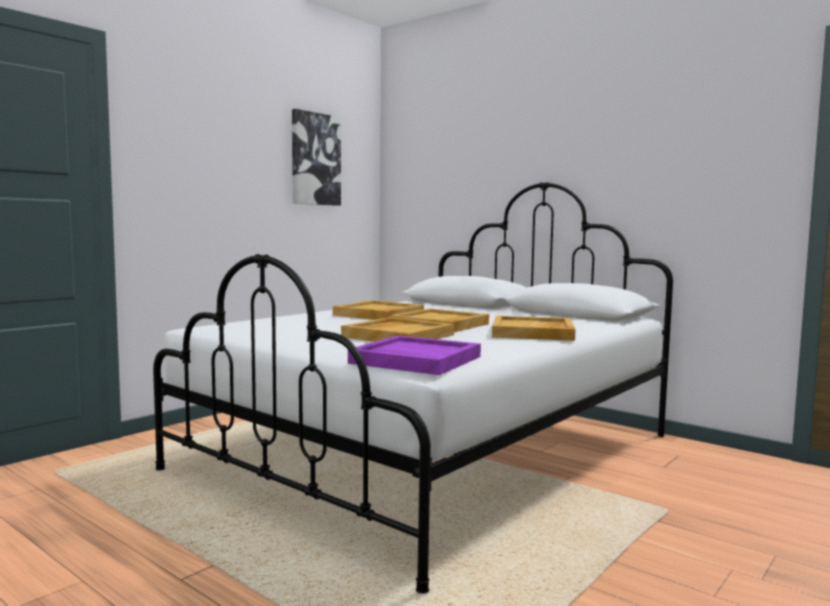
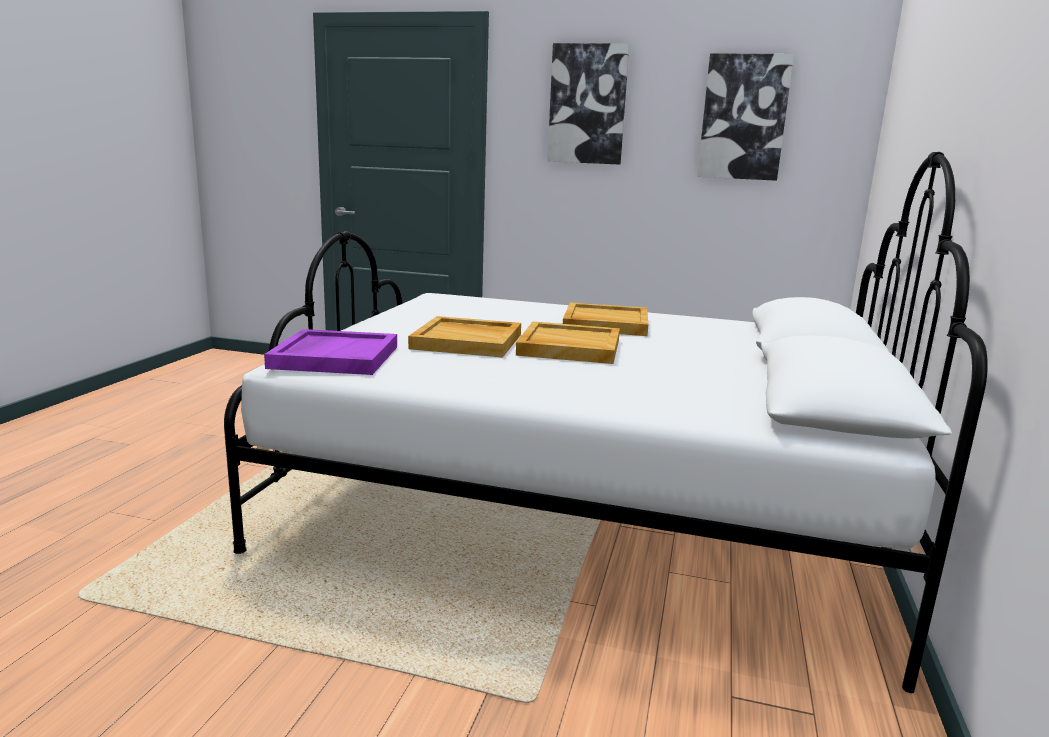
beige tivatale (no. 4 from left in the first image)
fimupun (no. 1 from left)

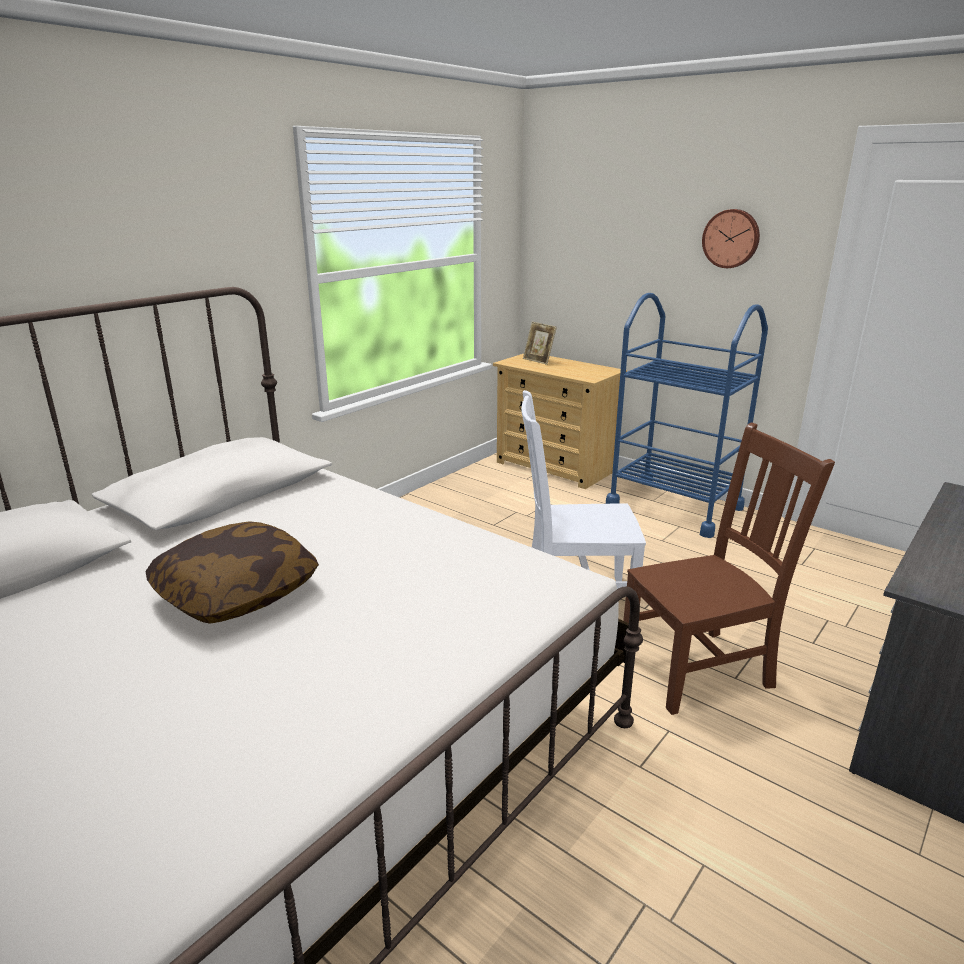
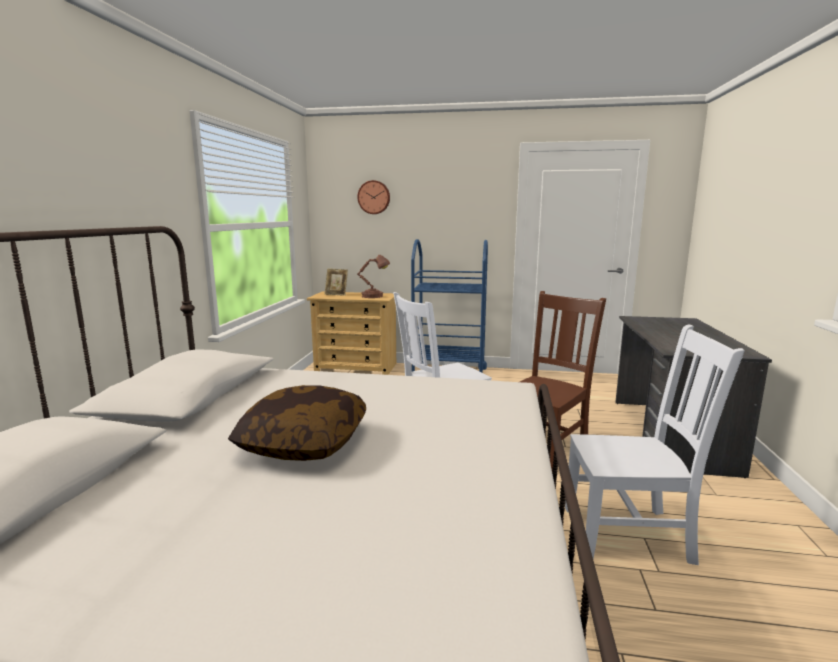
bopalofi
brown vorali
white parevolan (no. 2 from left)

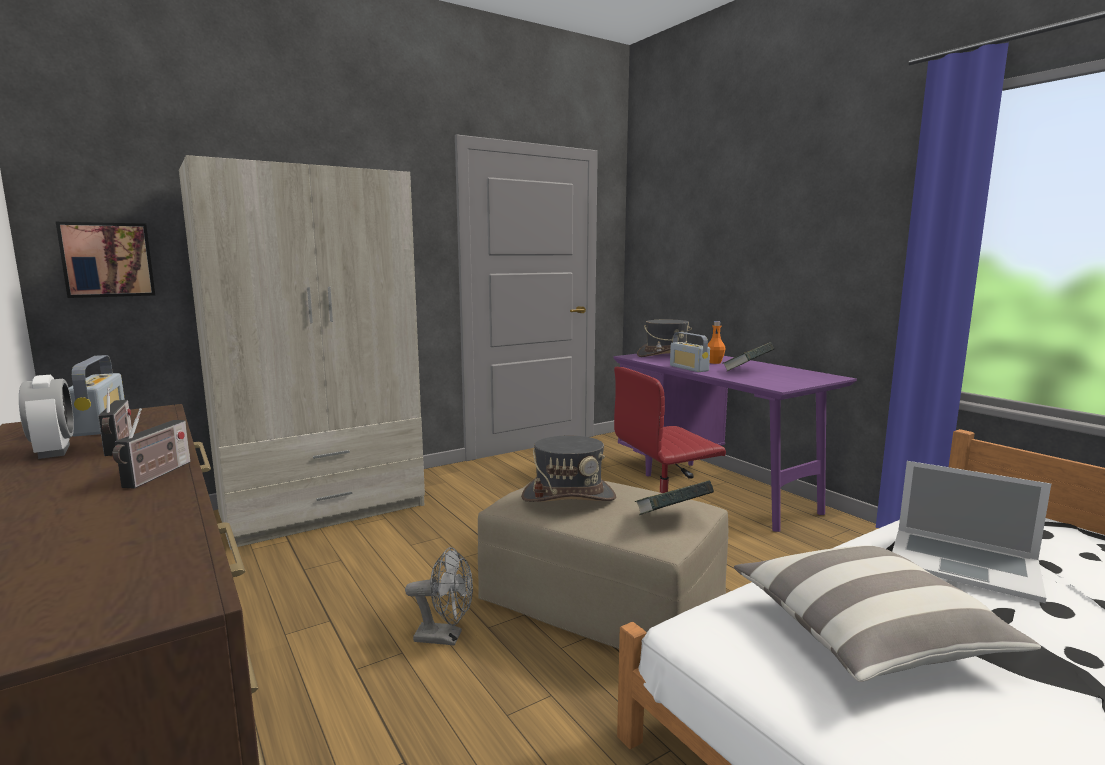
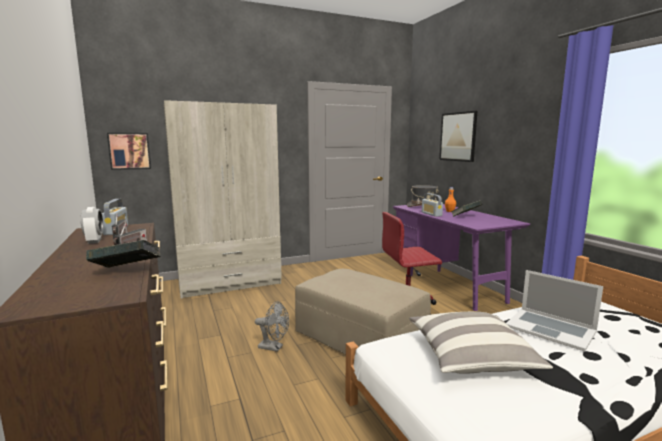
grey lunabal (no. 1 from left in the first image)
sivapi (no. 1 from left)
fimupun (no. 2 from left)

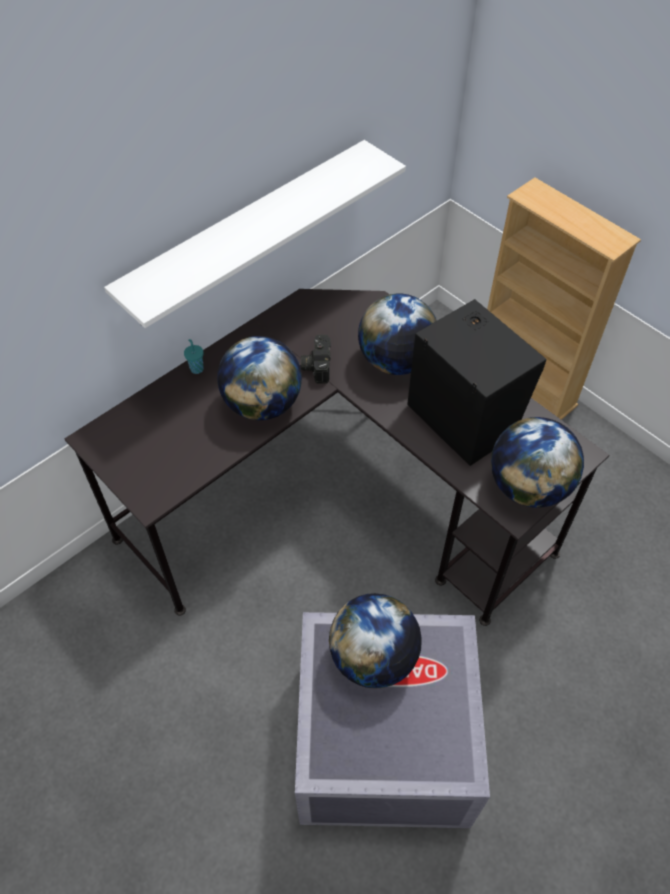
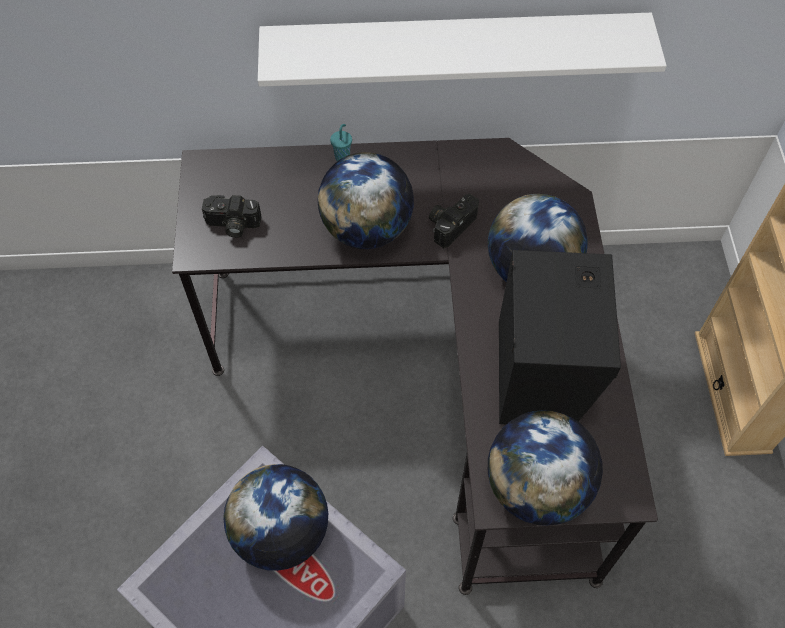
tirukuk (no. 1 from left)

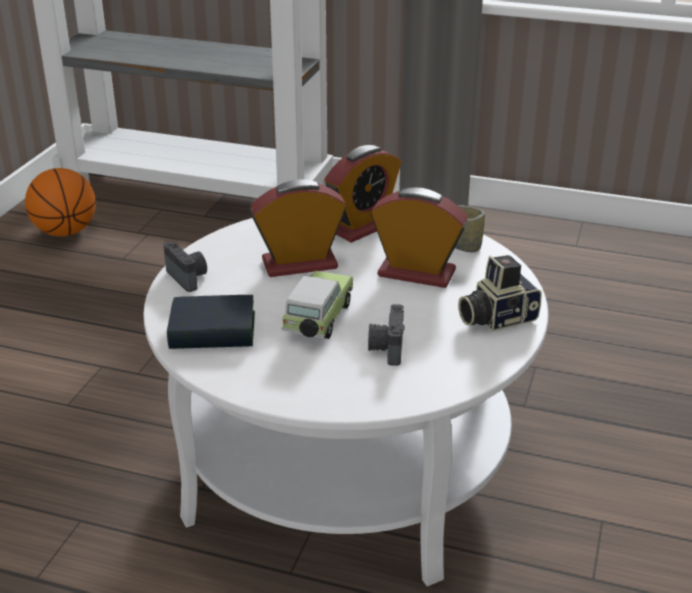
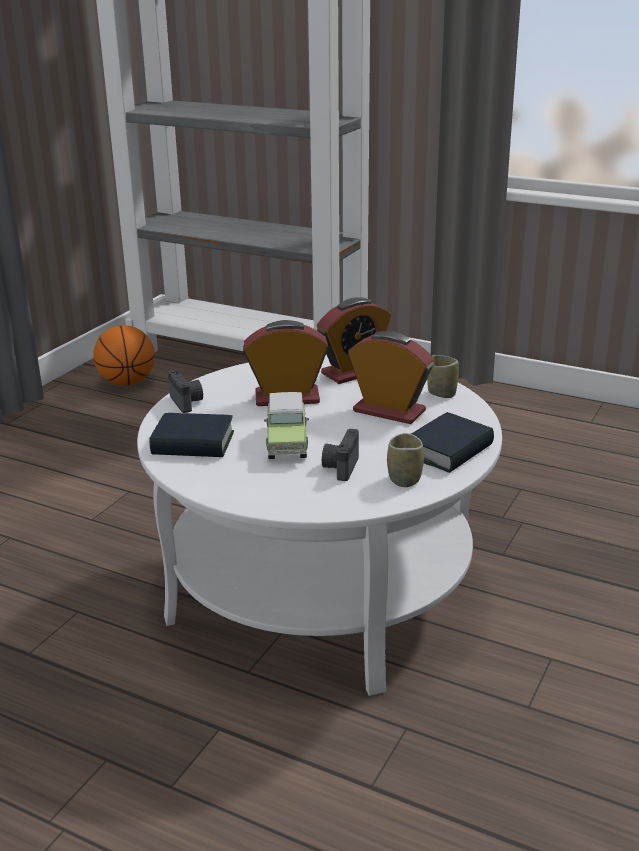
sivapi (no. 2 from left)
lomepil
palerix (no. 1 from left)

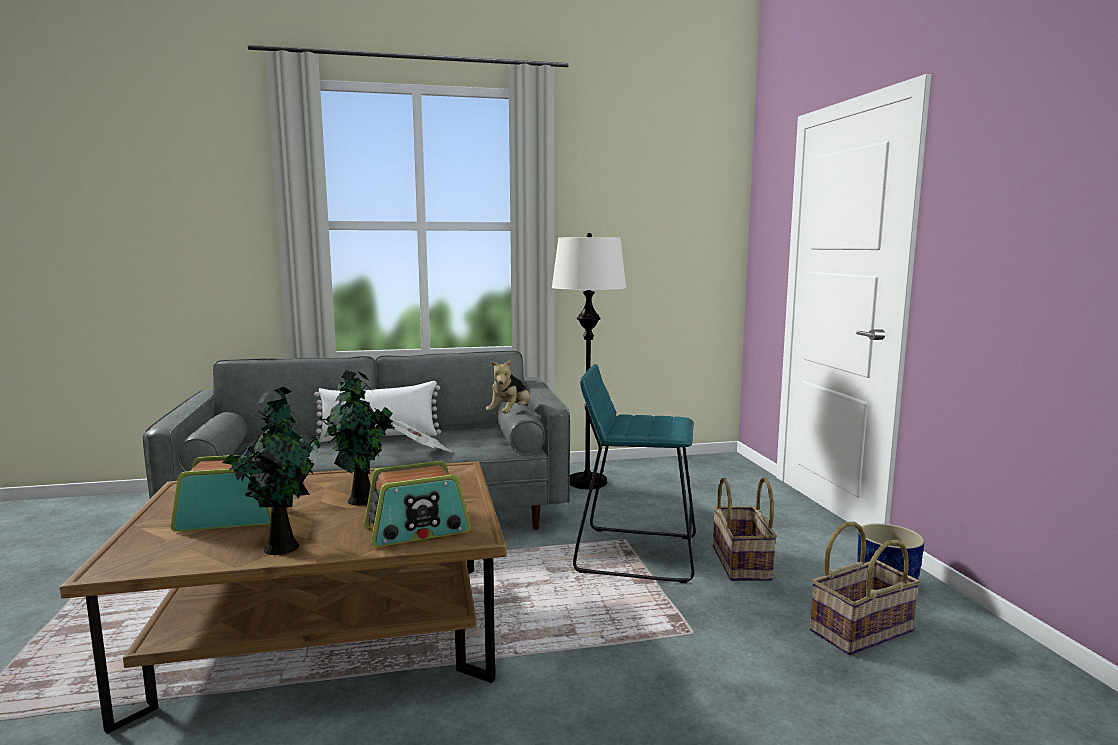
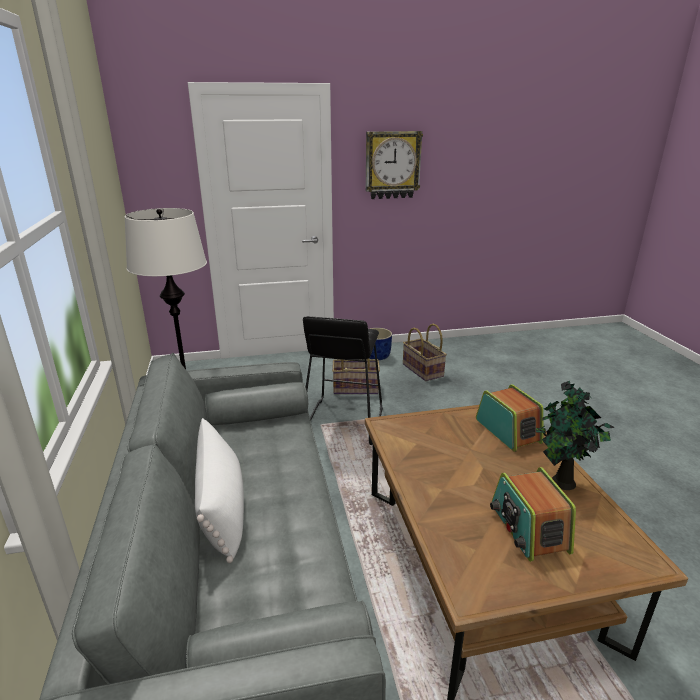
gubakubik
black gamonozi
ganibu (no. 2 from left in the first image)
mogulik
bopalofi

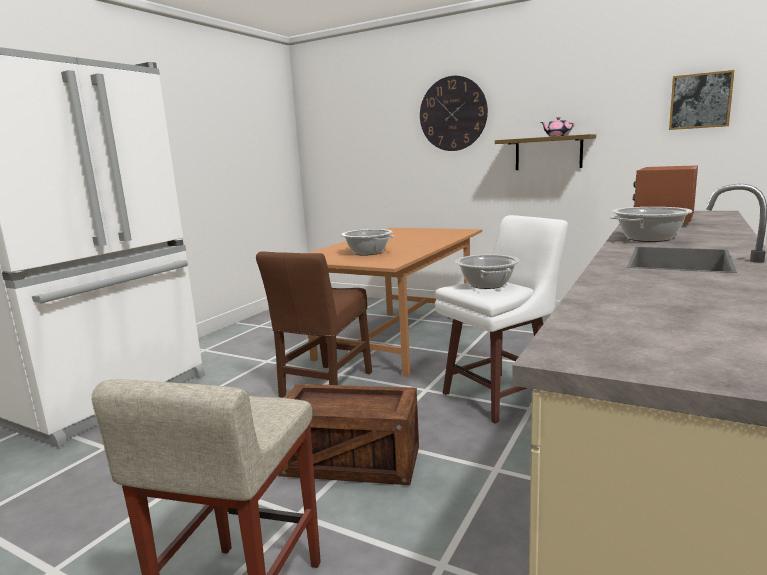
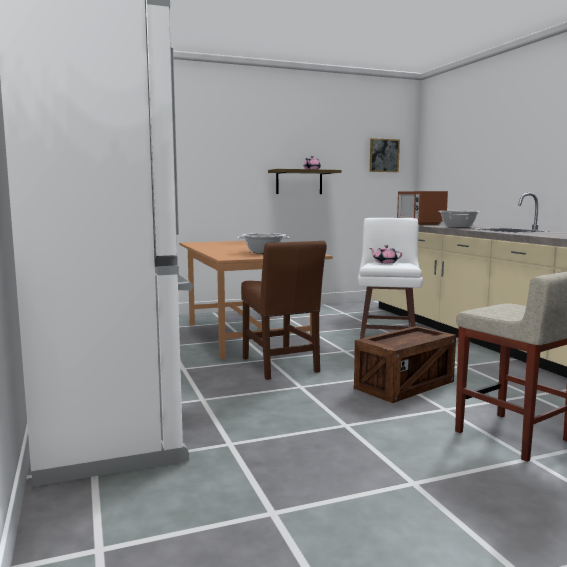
bopalofi
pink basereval (no. 2 from left)

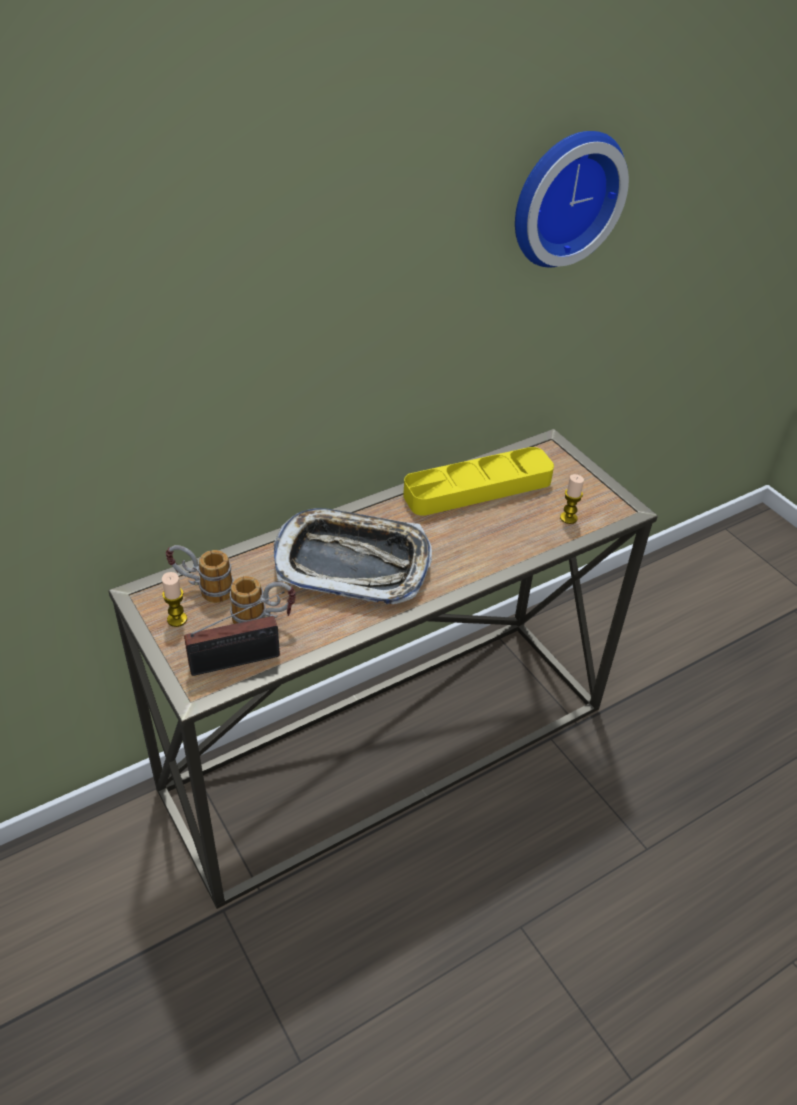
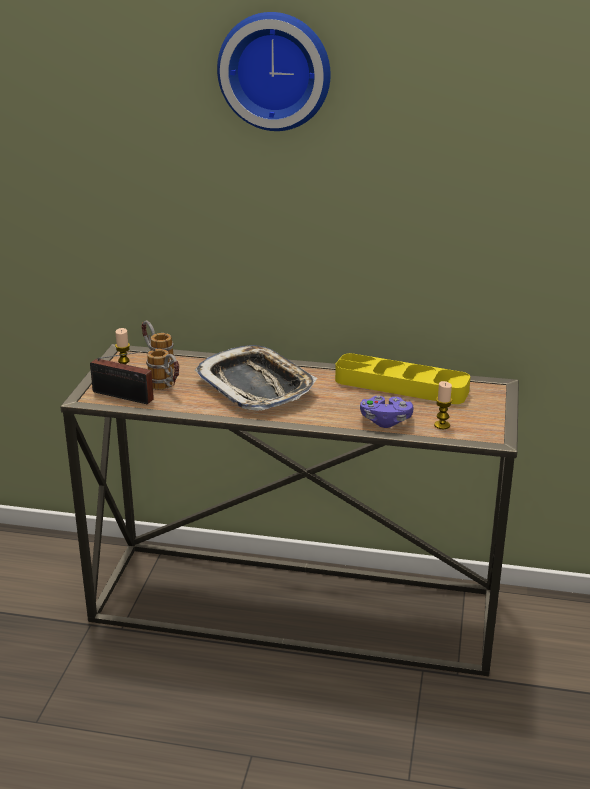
bopalofi
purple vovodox

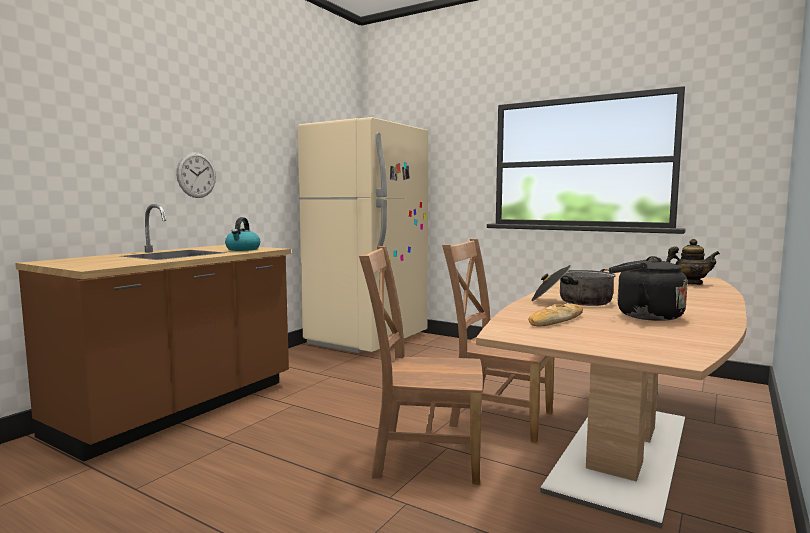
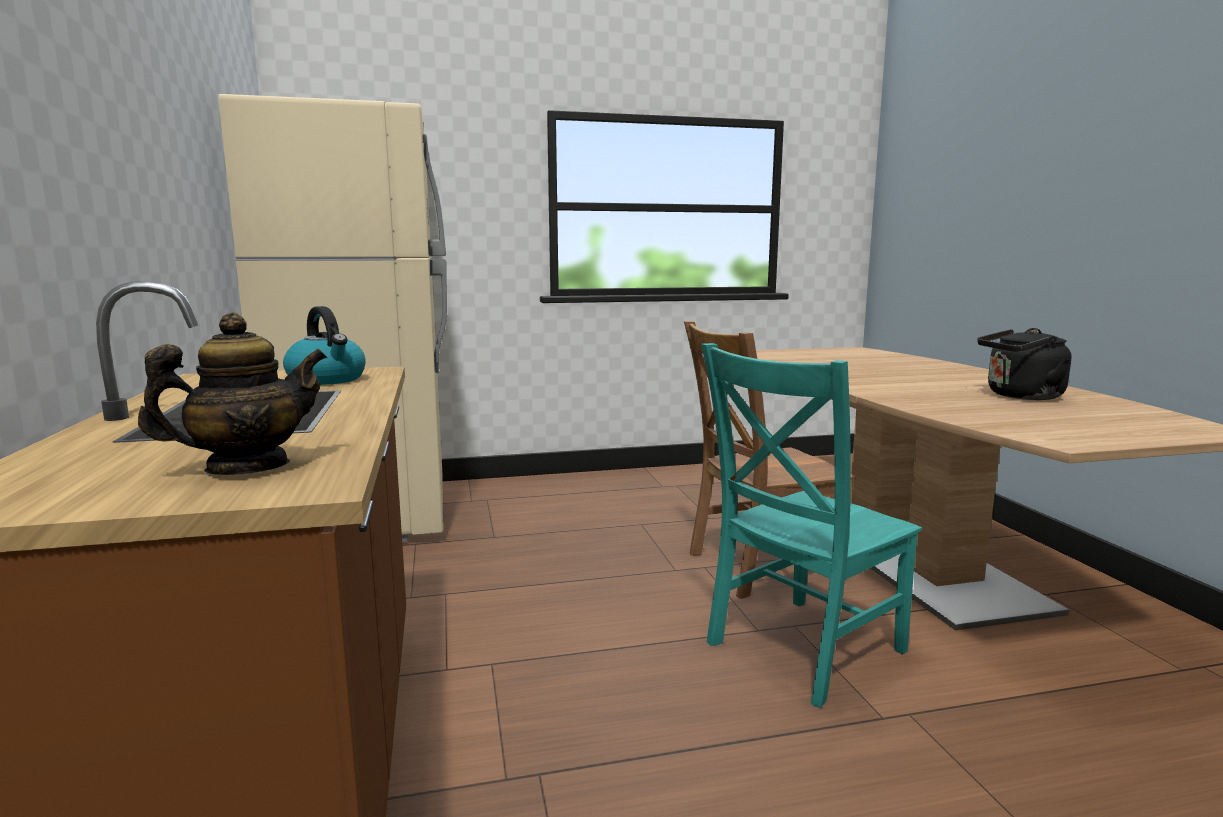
bopalofi
basereval
turquoise parevolan
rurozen
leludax

